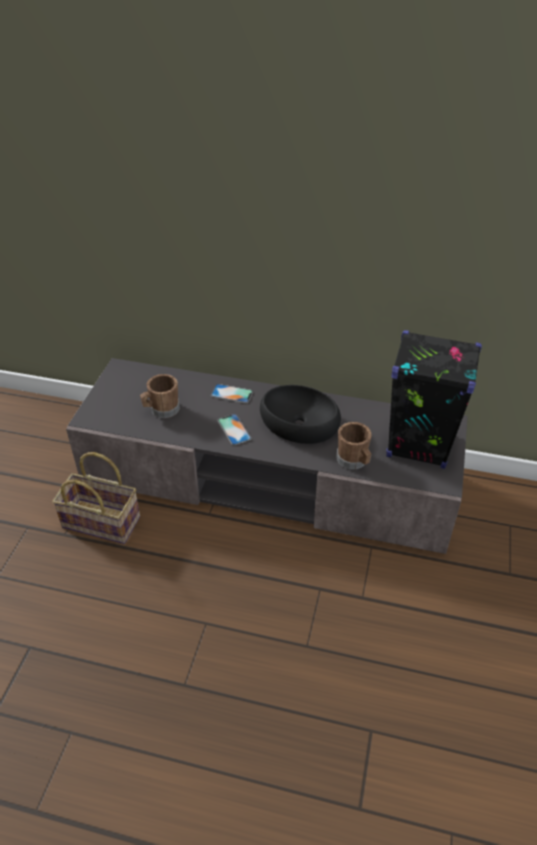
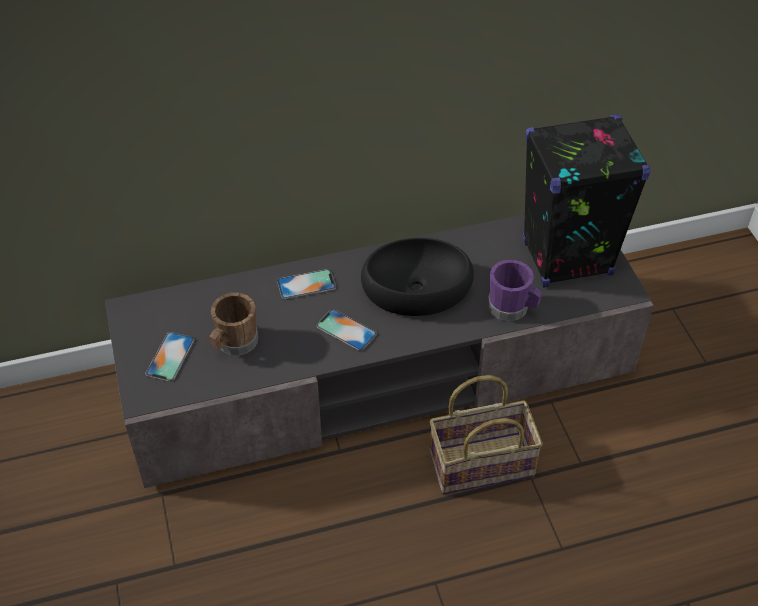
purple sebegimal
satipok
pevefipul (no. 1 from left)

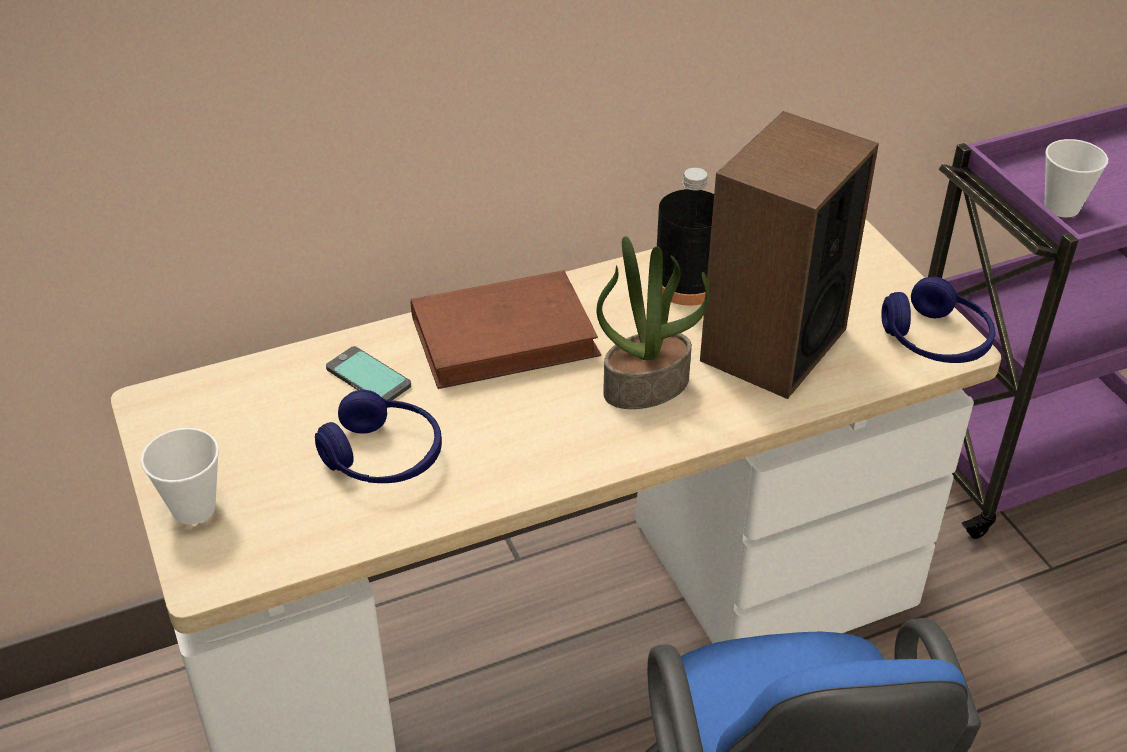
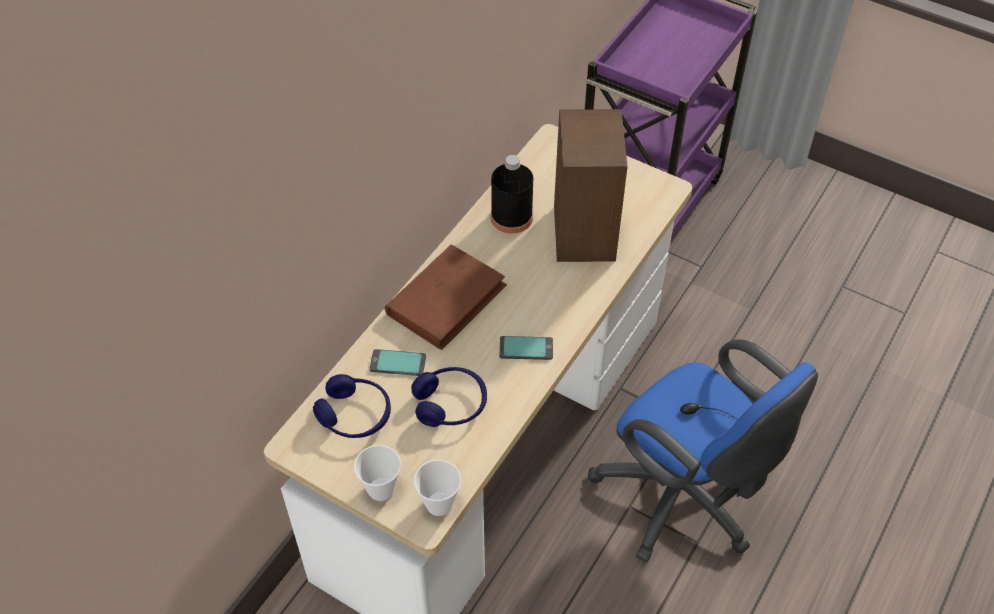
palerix (no. 2 from left)
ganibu
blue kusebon (no. 1 from left)
pevefipul (no. 2 from left)

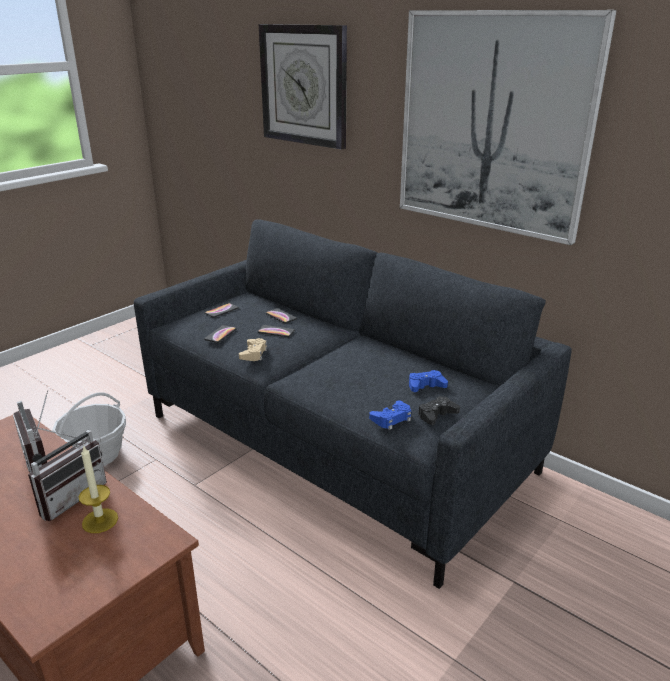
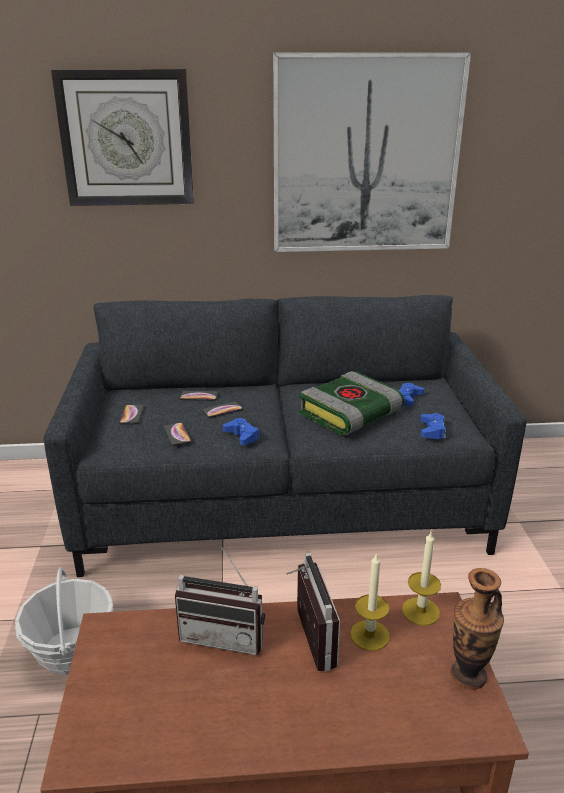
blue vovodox (no. 1 from left)
black vovodox
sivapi
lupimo (no. 2 from left)
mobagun

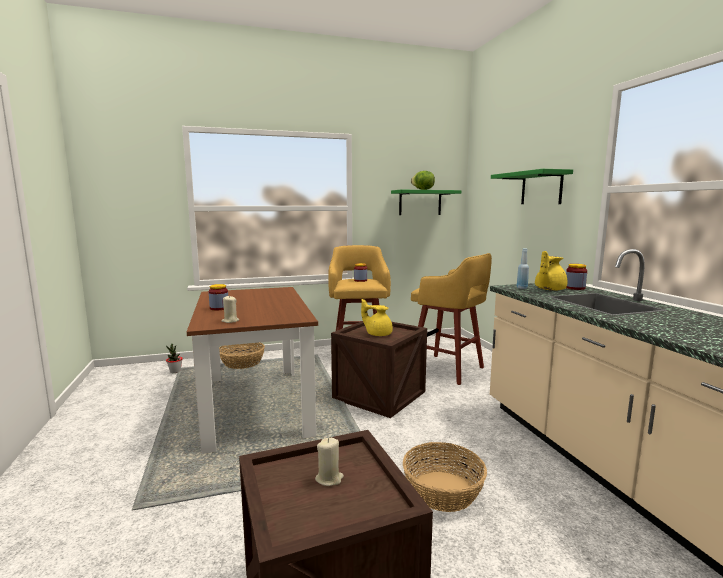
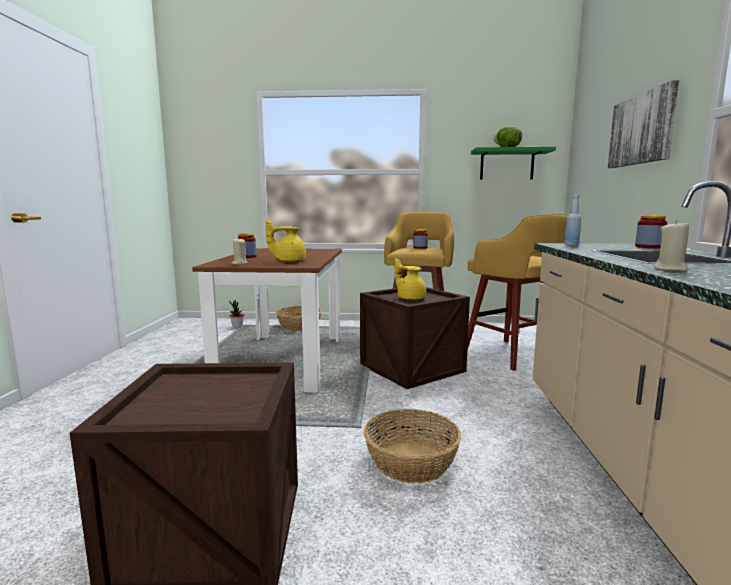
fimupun
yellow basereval (no. 1 from left)
beige lupimo (no. 2 from left)

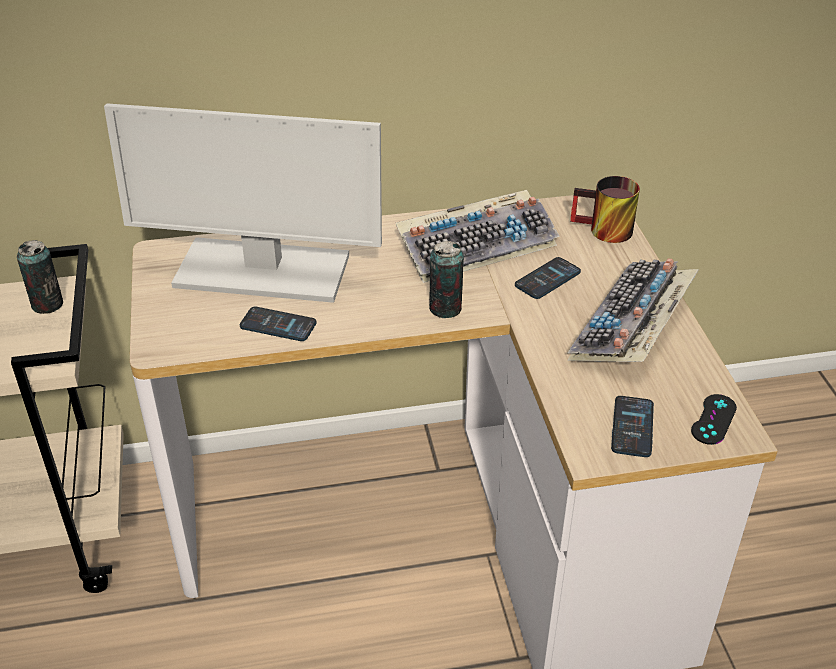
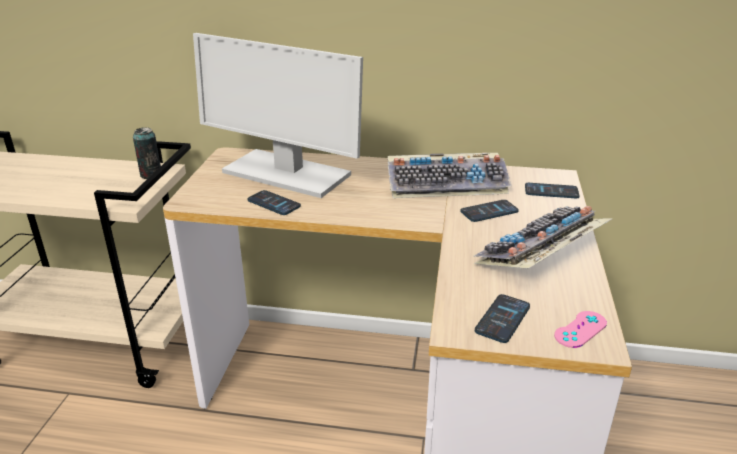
pevefipul (no. 4 from left)
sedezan (no. 2 from left in the first image)
pink vovodox

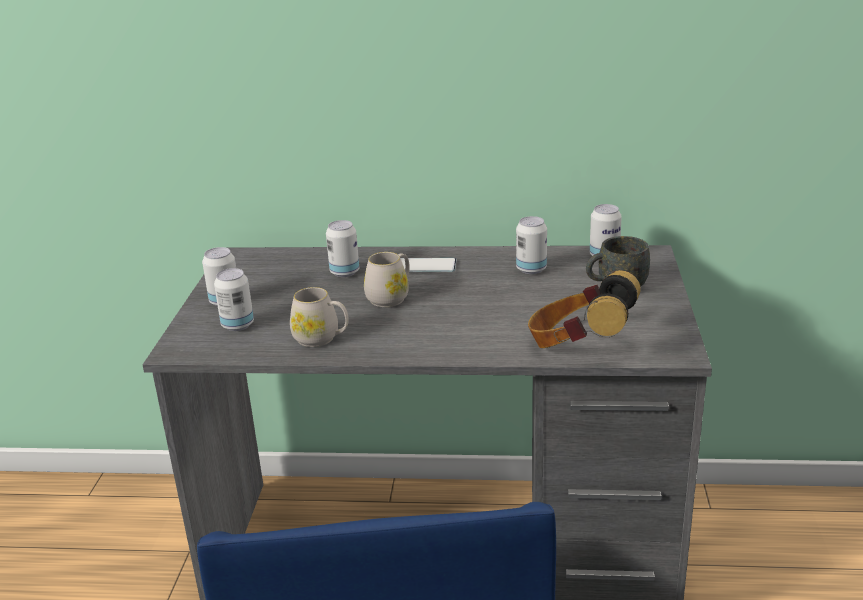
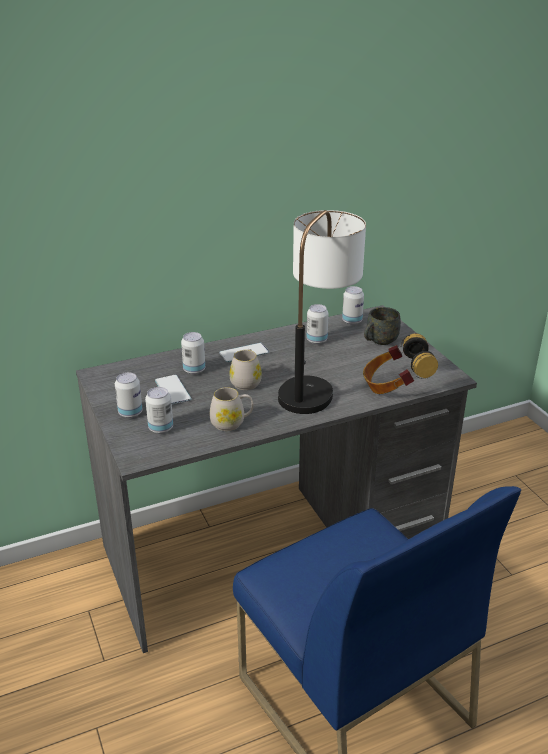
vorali
pevefipul (no. 1 from left)

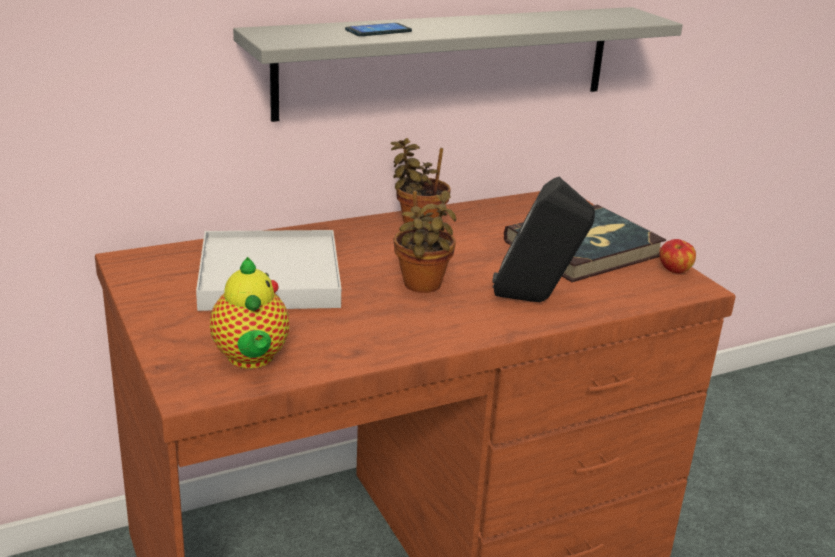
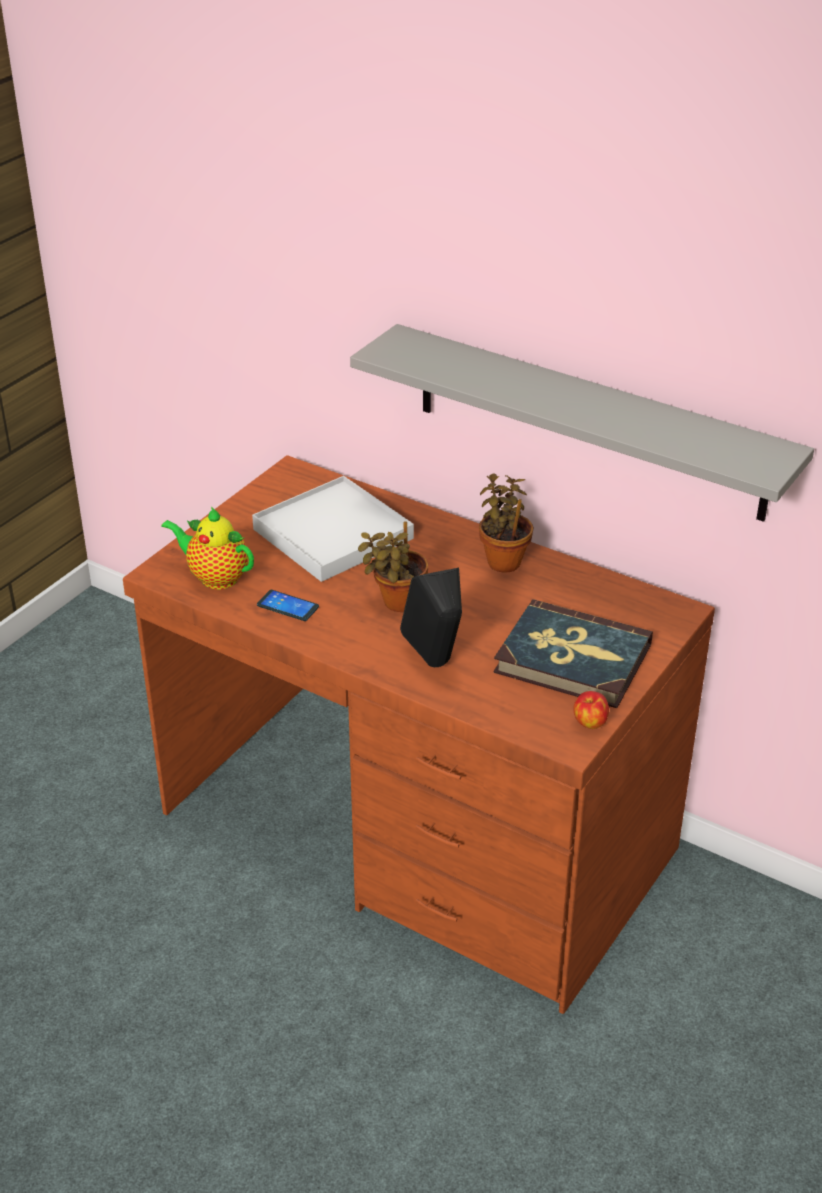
pevefipul
basereval

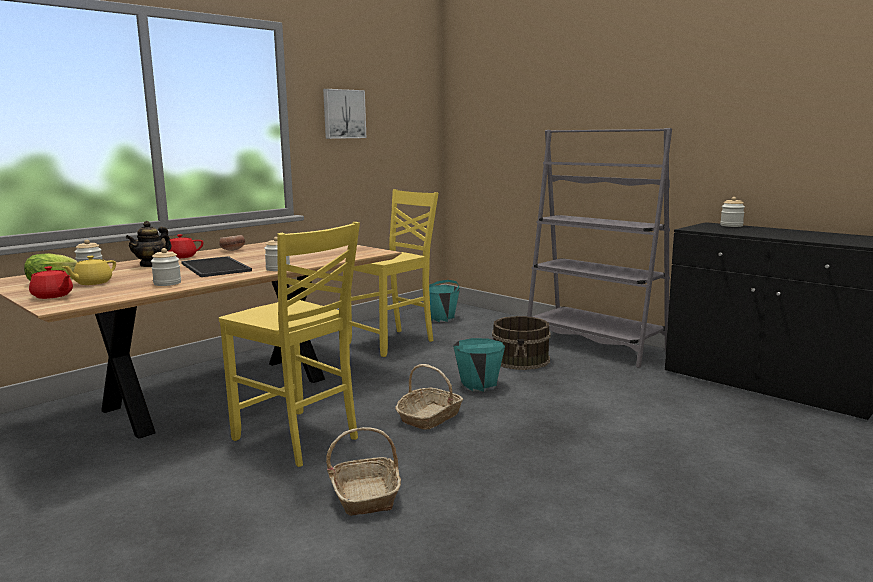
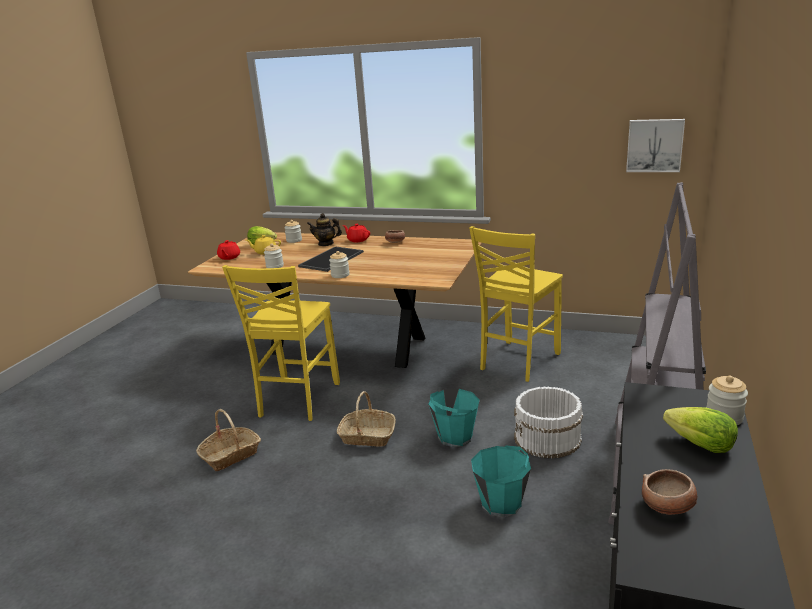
fimupun
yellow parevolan (no. 2 from left)
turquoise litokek (no. 2 from left)
white litokek
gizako (no. 2 from left)
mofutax (no. 2 from left)

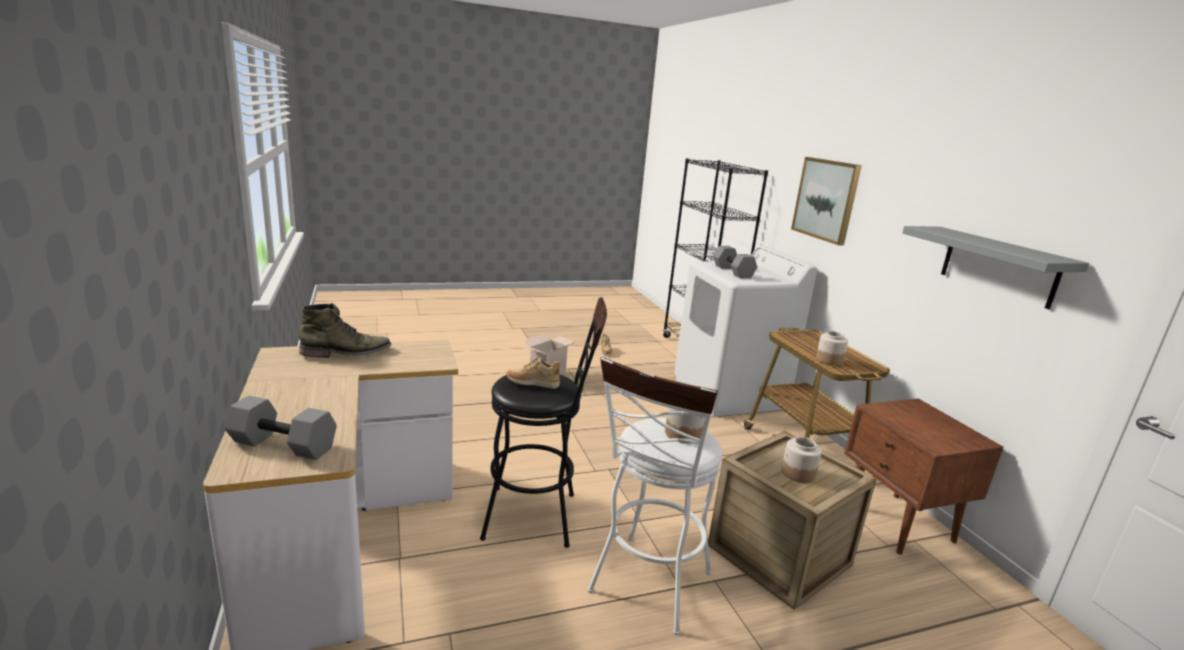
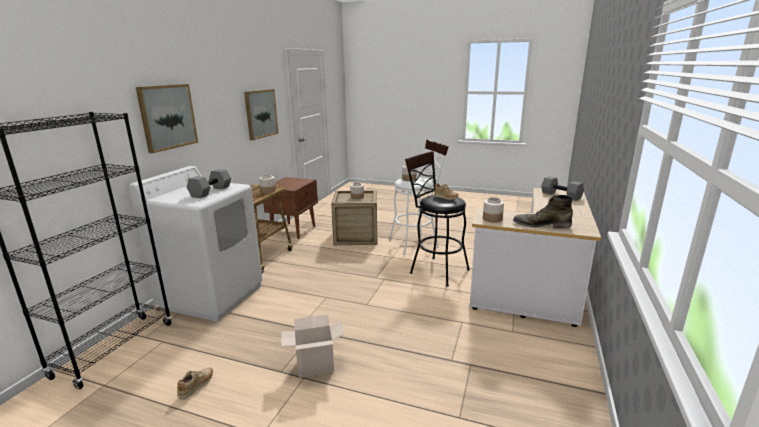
fimupun (no. 2 from left)
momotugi (no. 4 from left)

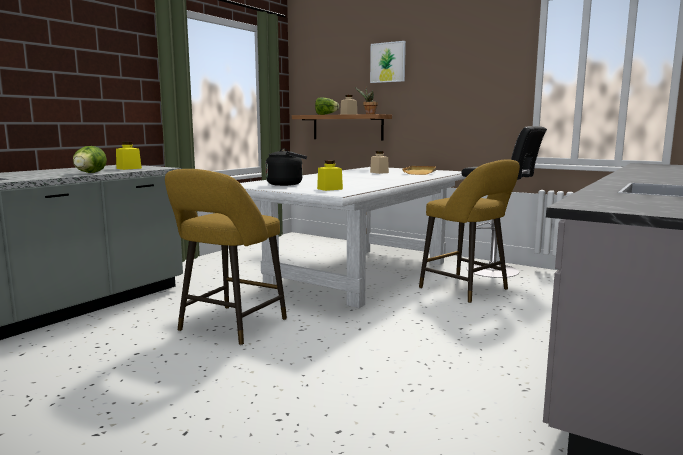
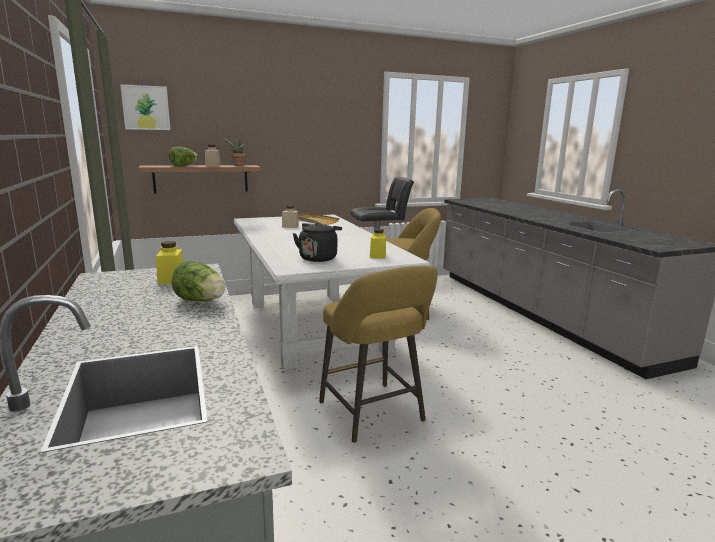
fimupun

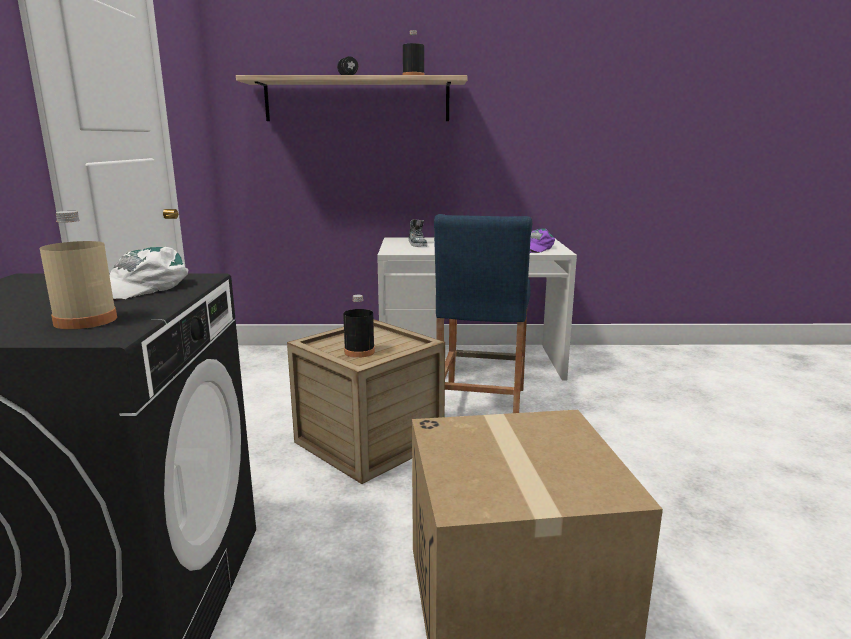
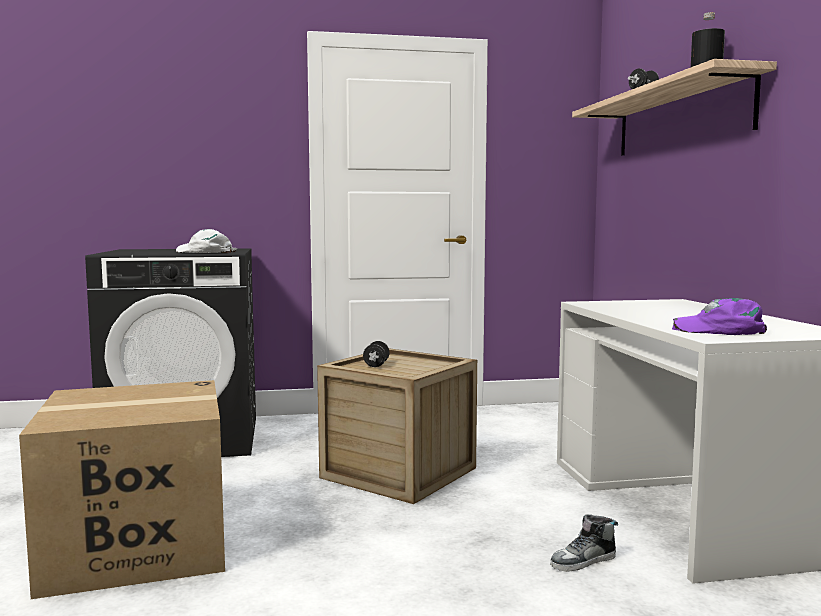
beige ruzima
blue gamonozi
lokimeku
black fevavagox (no. 1 from left)

